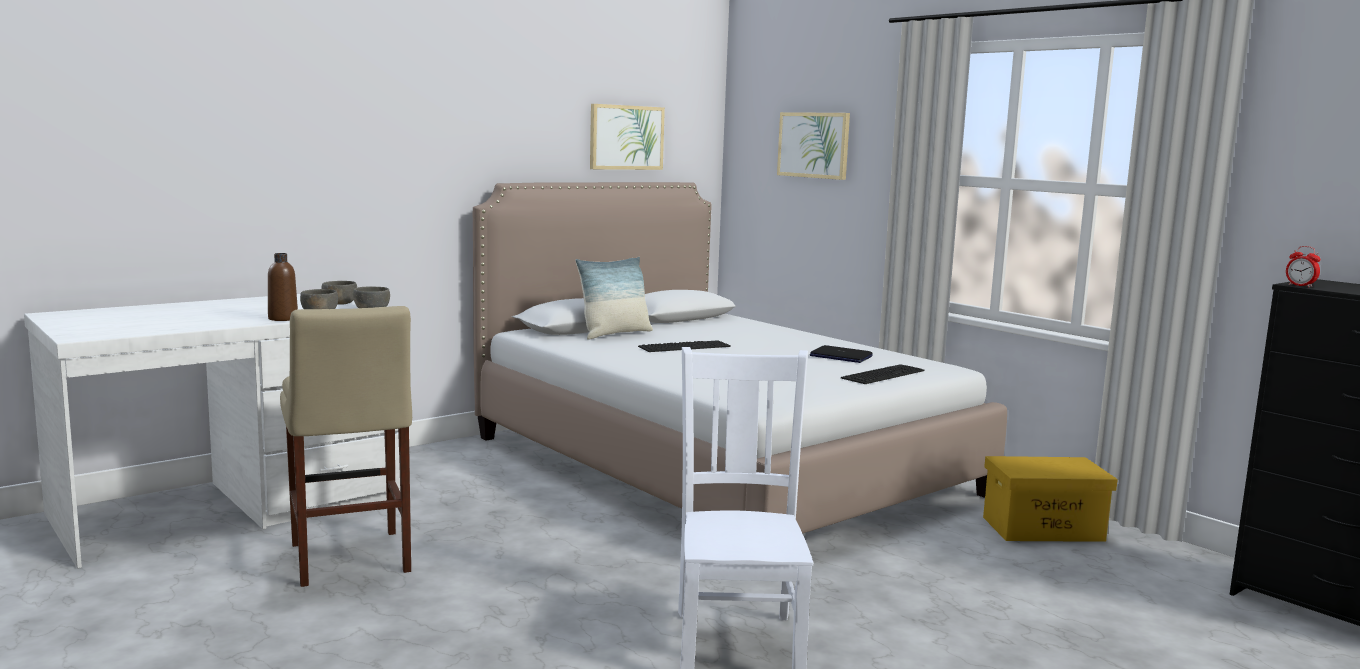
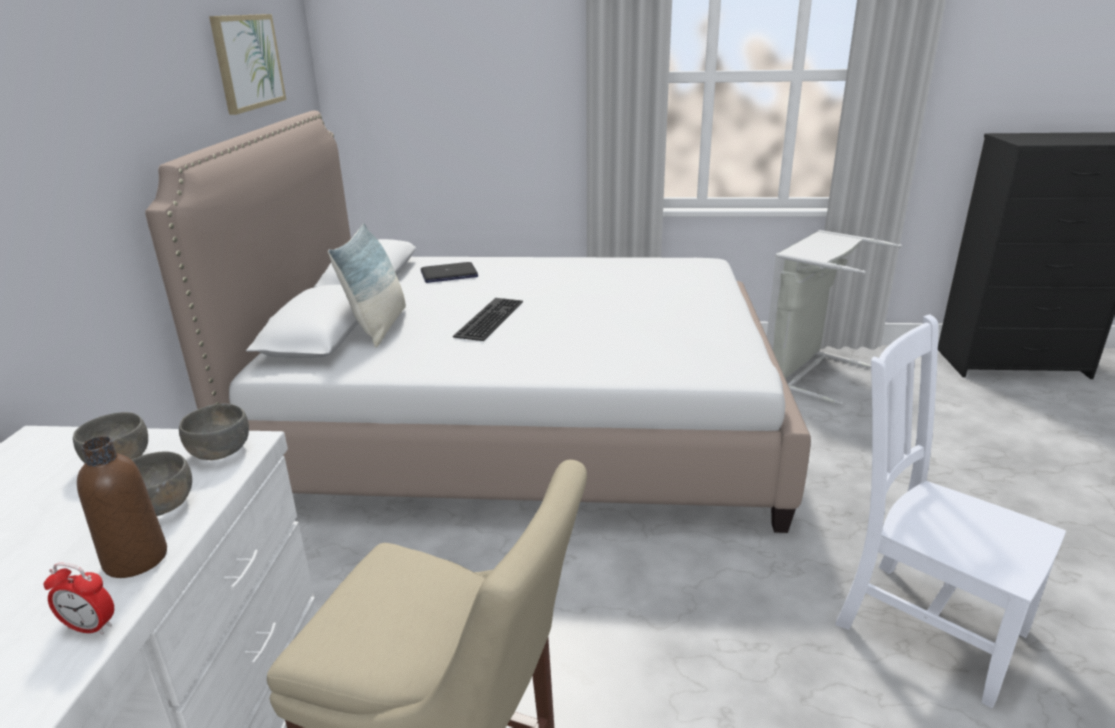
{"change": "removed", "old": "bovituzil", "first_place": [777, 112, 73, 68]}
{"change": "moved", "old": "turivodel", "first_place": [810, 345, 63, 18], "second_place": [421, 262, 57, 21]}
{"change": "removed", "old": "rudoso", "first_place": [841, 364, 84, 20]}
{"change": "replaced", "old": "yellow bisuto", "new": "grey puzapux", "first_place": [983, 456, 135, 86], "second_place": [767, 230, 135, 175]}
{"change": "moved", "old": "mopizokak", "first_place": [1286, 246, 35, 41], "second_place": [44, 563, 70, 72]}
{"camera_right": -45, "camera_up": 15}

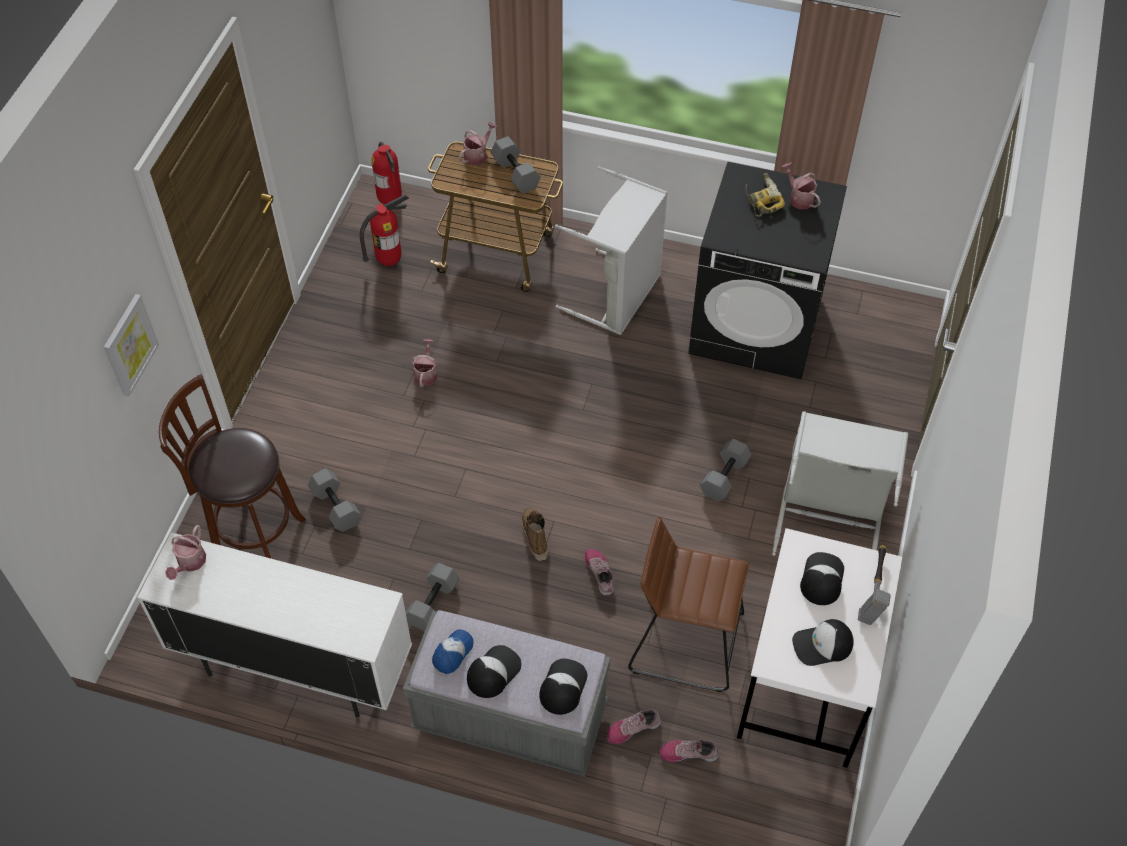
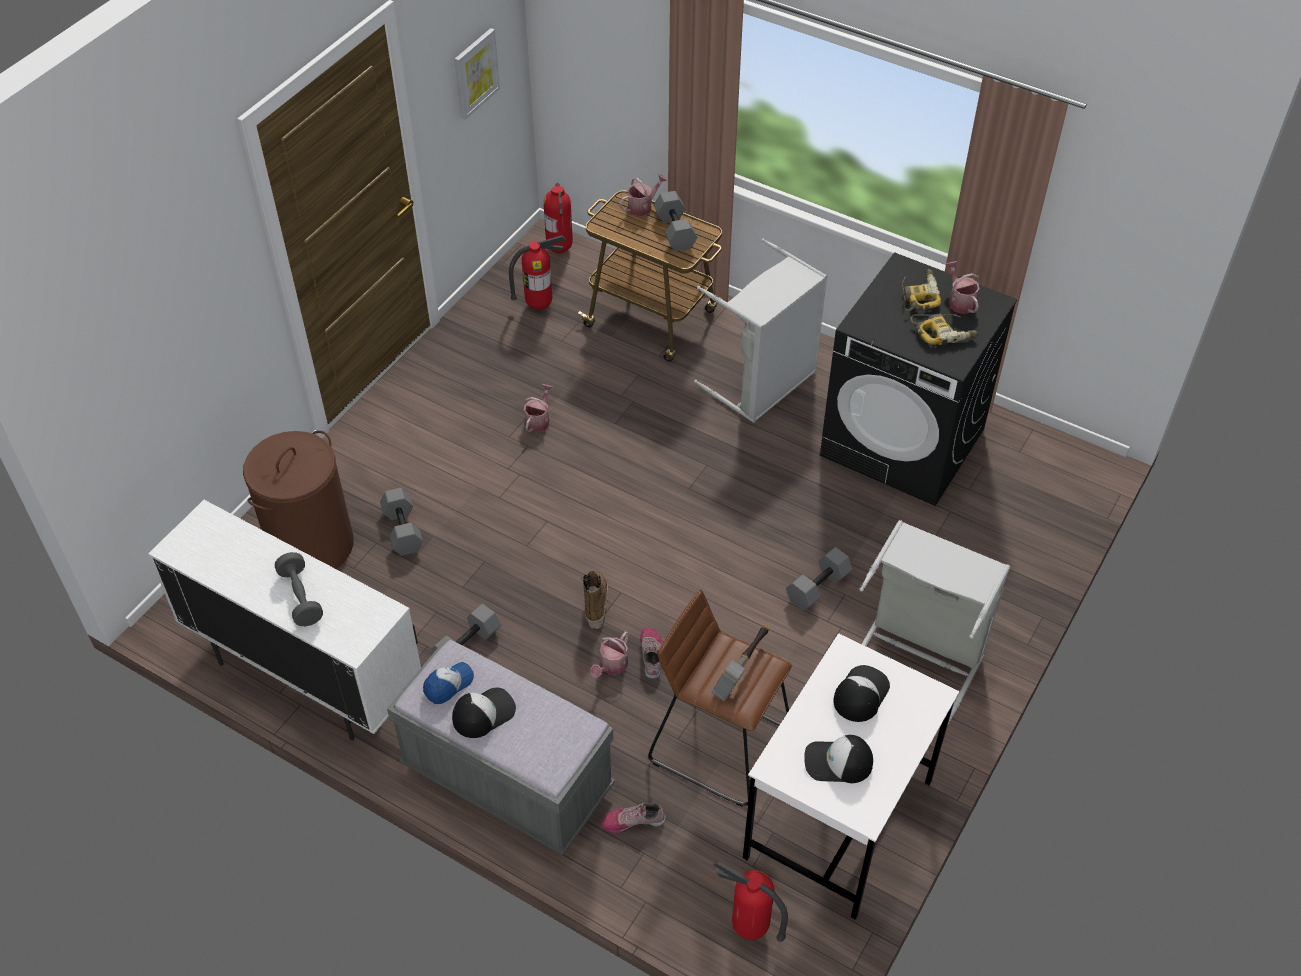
{"change": "moved", "old": "bovituzil", "first_place": [104, 294, 55, 103], "second_place": [455, 28, 45, 92]}
{"change": "replaced", "old": "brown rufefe", "new": "brown puzapux", "first_place": [159, 374, 147, 184], "second_place": [243, 430, 111, 139]}
{"change": "moved", "old": "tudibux", "first_place": [165, 525, 41, 55], "second_place": [590, 632, 39, 46]}
{"change": "removed", "old": "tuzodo", "first_place": [539, 658, 49, 57]}
{"change": "removed", "old": "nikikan", "first_place": [659, 739, 60, 23]}
{"change": "moved", "old": "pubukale", "first_place": [858, 545, 33, 80], "second_place": [711, 625, 58, 76]}
{"change": "added", "new": "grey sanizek", "second_place": [275, 552, 48, 74]}
{"change": "added", "new": "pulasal", "second_place": [713, 861, 75, 81]}
{"change": "added", "new": "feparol", "second_place": [910, 314, 68, 31]}
{"camera_right": 15, "camera_up": -5}

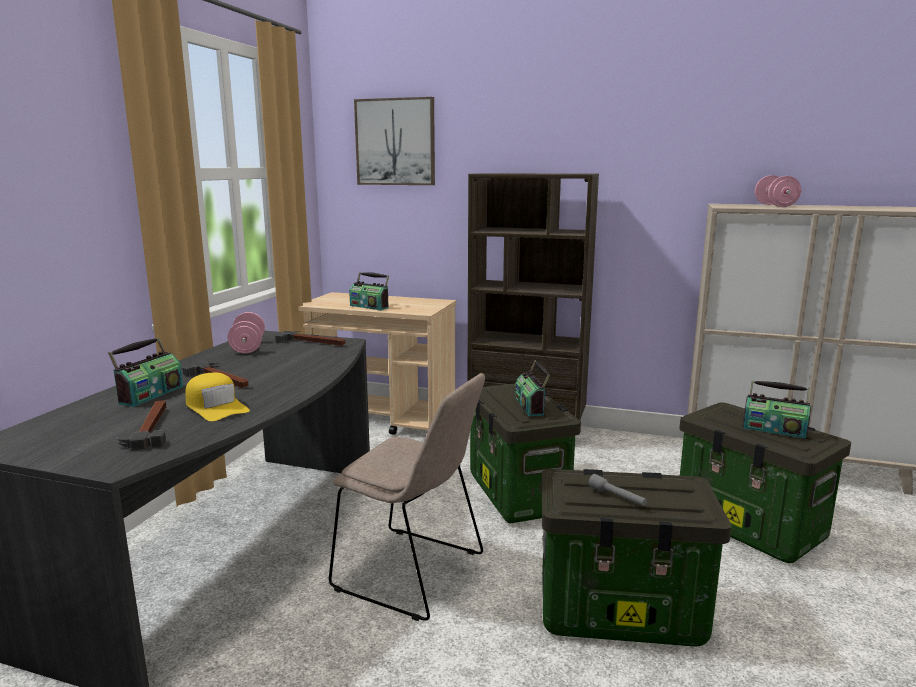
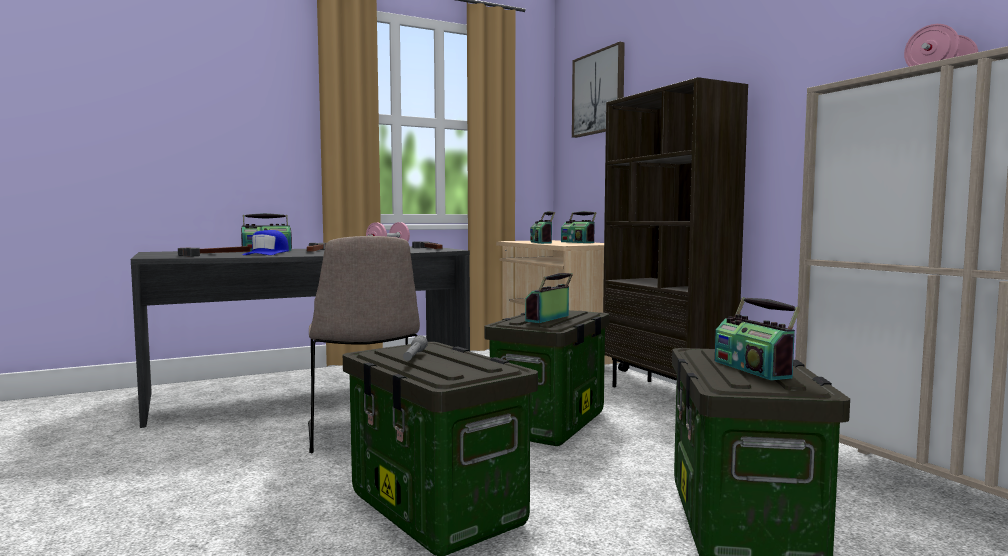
{"change": "recoloured", "old": "yellow tuzodo", "new": "blue tuzodo", "first_place": [185, 372, 65, 49], "second_place": [243, 230, 46, 25]}
{"change": "added", "new": "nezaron", "second_place": [561, 211, 36, 32]}
{"camera_right": 45, "camera_up": -10}

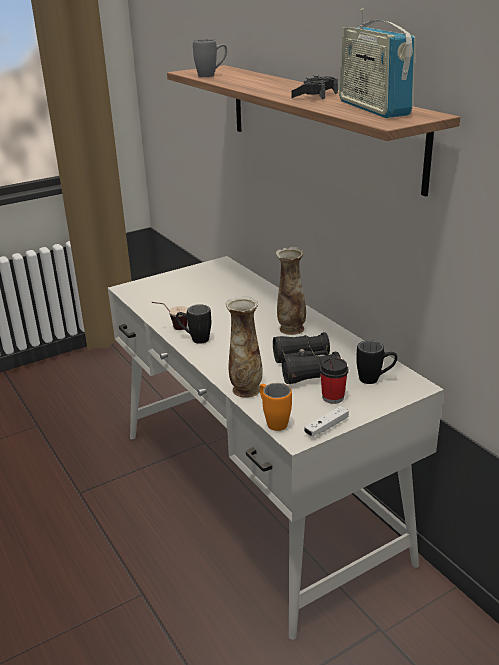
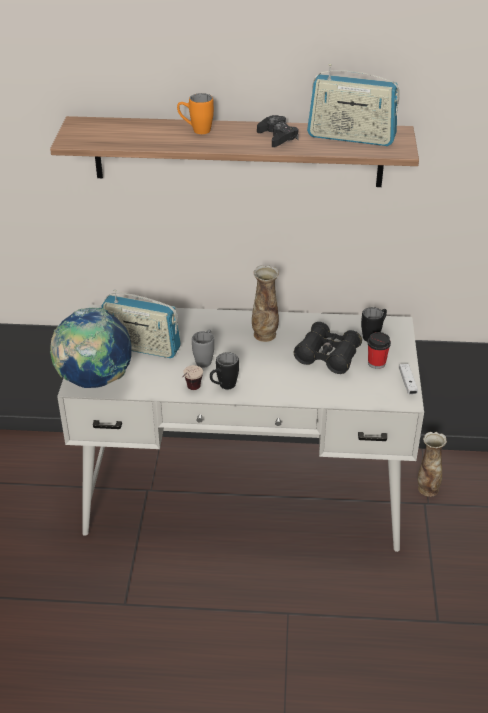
{"change": "moved", "old": "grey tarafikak", "first_place": [193, 39, 34, 38], "second_place": [192, 330, 22, 37]}
{"change": "moved", "old": "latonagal", "first_place": [225, 297, 38, 101], "second_place": [418, 432, 29, 65]}
{"change": "moved", "old": "orange tarafikak", "first_place": [260, 383, 32, 48], "second_place": [177, 93, 37, 41]}
{"change": "added", "new": "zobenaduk", "second_place": [50, 308, 82, 80]}
{"change": "added", "new": "nezaron", "second_place": [102, 290, 79, 68]}
{"camera_right": -55, "camera_up": 10}

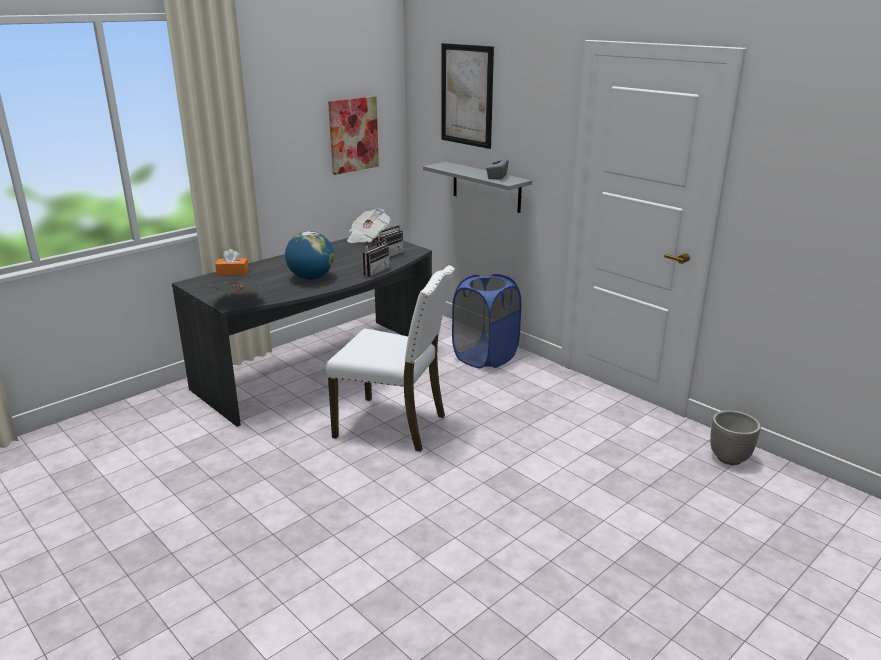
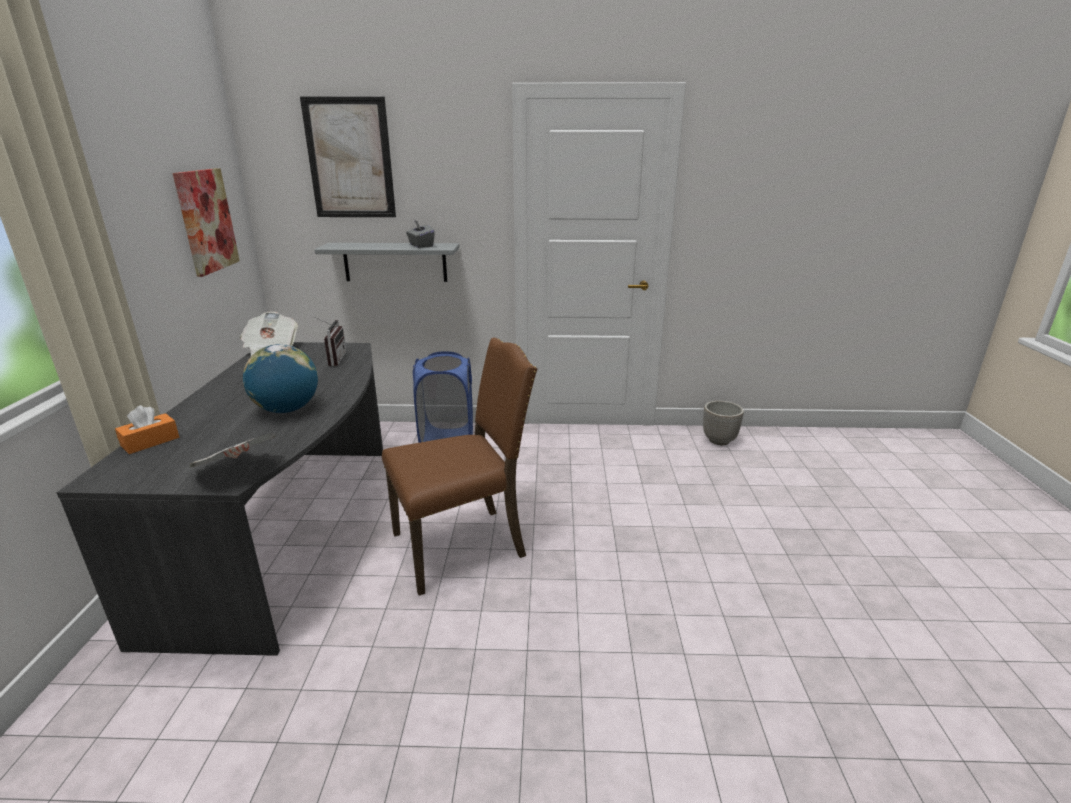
{"change": "recoloured", "old": "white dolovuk", "new": "brown dolovuk", "first_place": [326, 265, 129, 187], "second_place": [382, 338, 156, 257]}
{"change": "removed", "old": "nezaron", "first_place": [363, 234, 27, 43]}
{"camera_right": -45, "camera_up": 0}

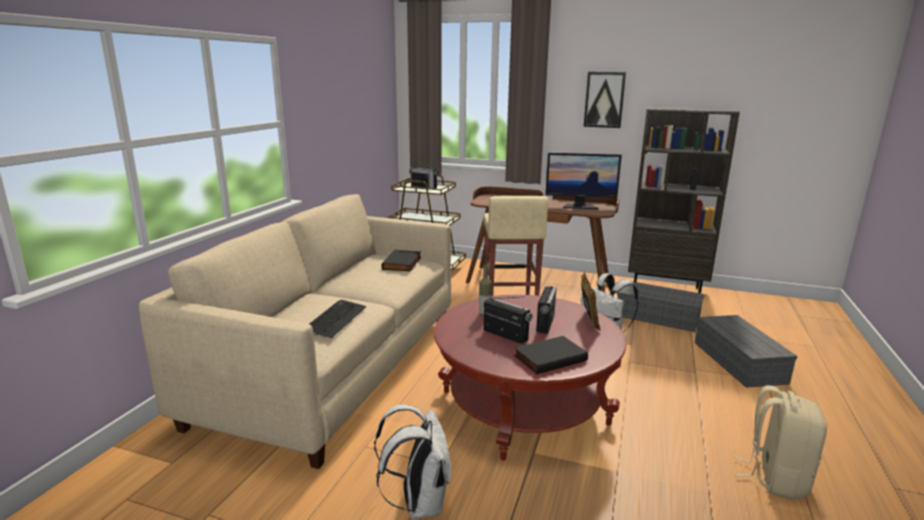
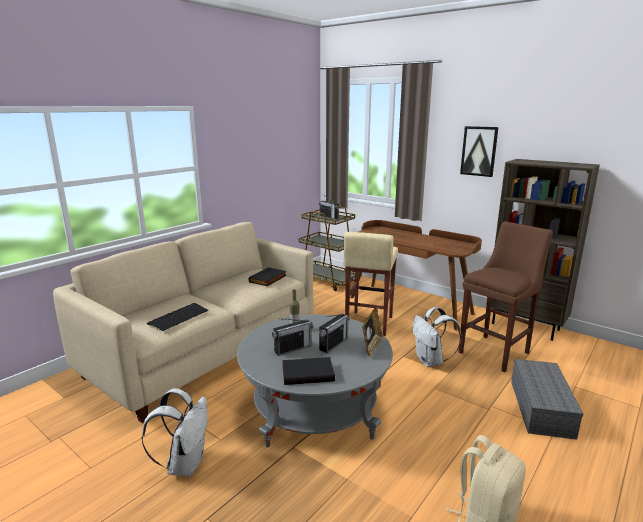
{"change": "recoloured", "old": "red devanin", "new": "grey devanin", "first_place": [434, 295, 192, 166], "second_place": [237, 315, 156, 133]}
{"change": "turned", "old": "nezaron", "first_place": [483, 296, 49, 48], "second_place": [272, 318, 41, 38], "degrees": 90}
{"change": "removed", "old": "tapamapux", "first_place": [545, 153, 77, 56]}
{"change": "replaced", "old": "grey bisuto", "new": "brown rufefe", "first_place": [617, 281, 87, 51], "second_place": [458, 221, 95, 151]}
{"camera_right": 20, "camera_up": 0}

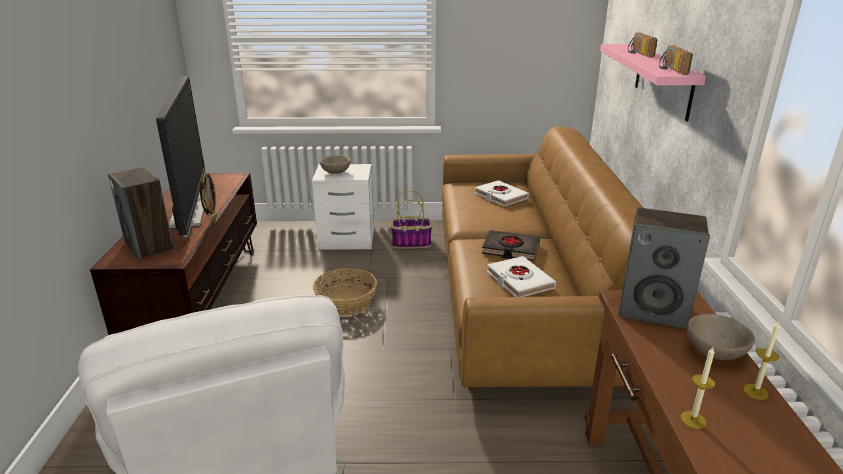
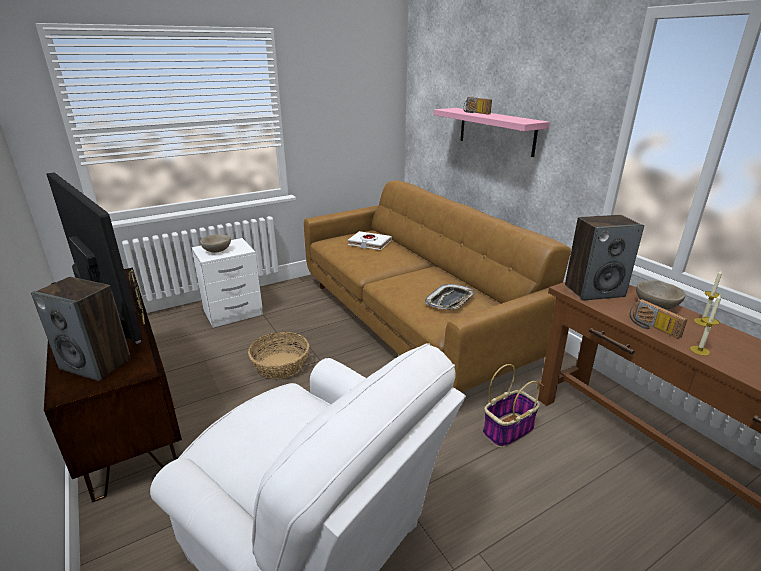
{"change": "moved", "old": "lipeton", "first_place": [391, 191, 41, 58], "second_place": [483, 364, 57, 84]}
{"change": "removed", "old": "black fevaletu", "first_place": [482, 230, 58, 31]}
{"change": "replaced", "old": "white fevaletu", "new": "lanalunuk", "first_place": [487, 256, 69, 41], "second_place": [425, 284, 50, 25]}
{"change": "moved", "old": "nezaron", "first_place": [659, 45, 34, 30], "second_place": [630, 299, 57, 40]}
{"camera_right": -30, "camera_up": 0}

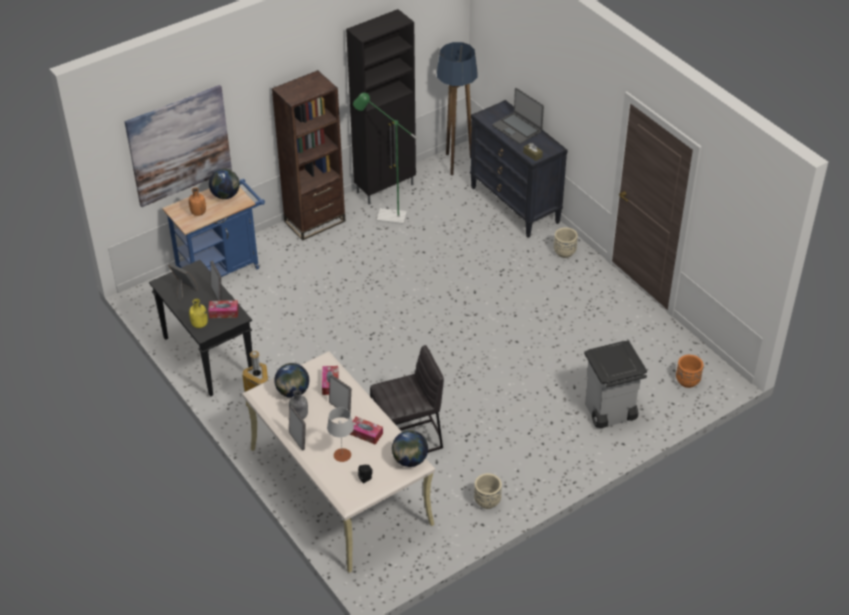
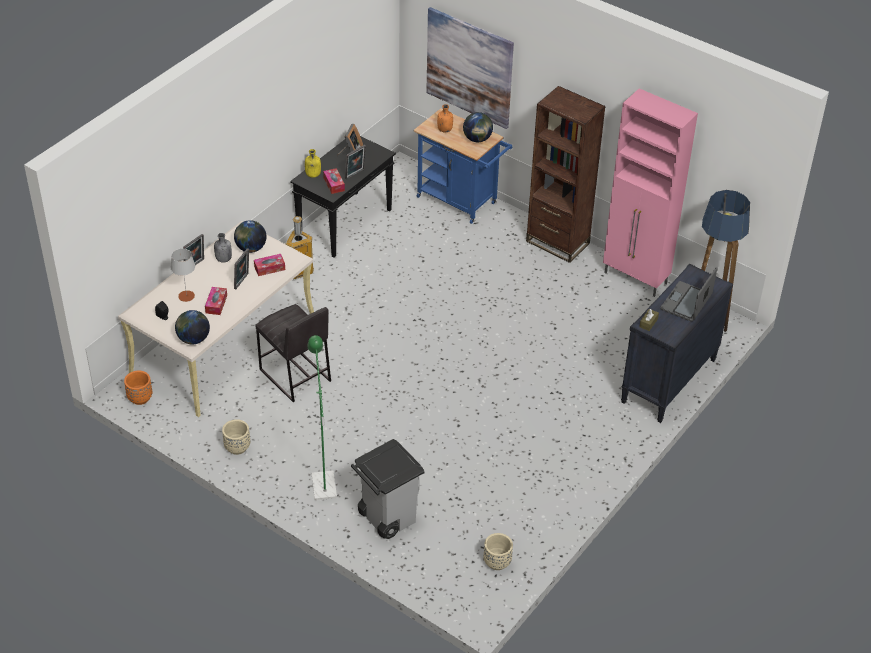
{"change": "recoloured", "old": "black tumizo", "new": "pink tumizo", "first_place": [346, 9, 70, 195], "second_place": [603, 88, 95, 209]}
{"change": "moved", "old": "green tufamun", "first_place": [353, 93, 64, 132], "second_place": [307, 335, 30, 165]}
{"change": "moved", "old": "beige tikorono", "first_place": [554, 227, 24, 31], "second_place": [484, 533, 29, 37]}
{"change": "moved", "old": "orange tikorono", "first_place": [676, 355, 27, 33], "second_place": [124, 371, 28, 34]}
{"camera_right": 70, "camera_up": 0}

